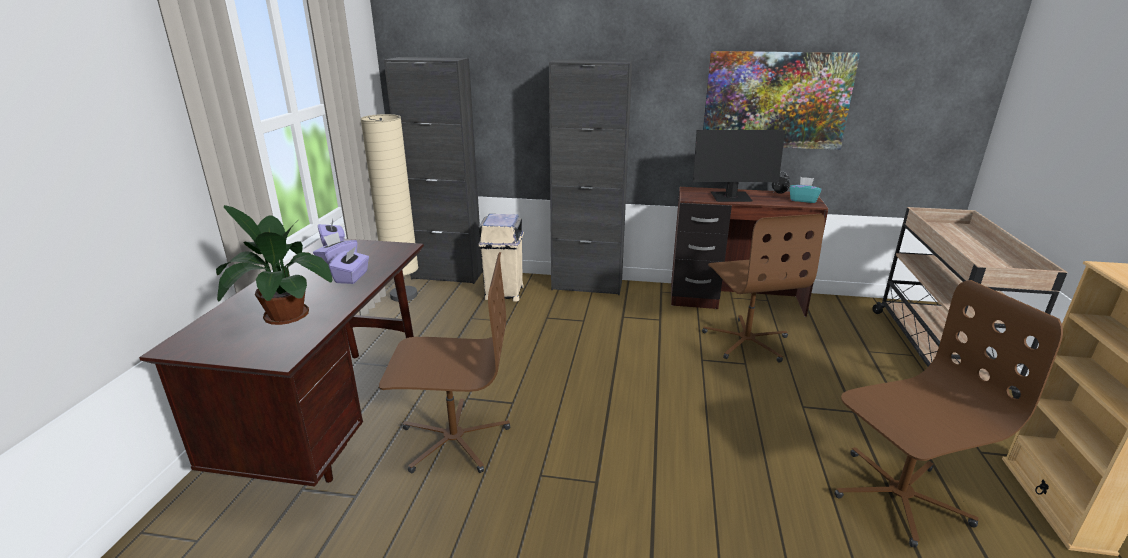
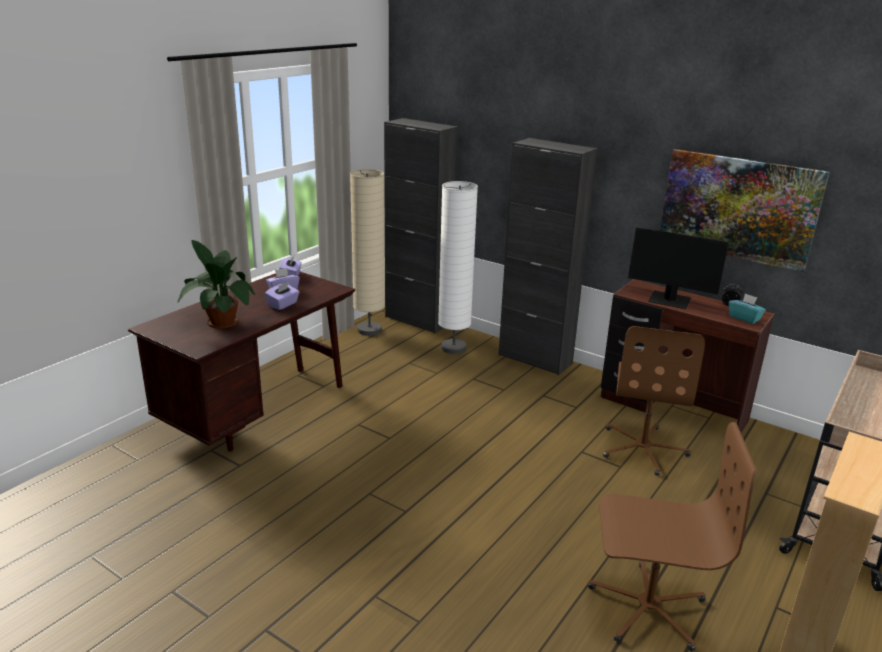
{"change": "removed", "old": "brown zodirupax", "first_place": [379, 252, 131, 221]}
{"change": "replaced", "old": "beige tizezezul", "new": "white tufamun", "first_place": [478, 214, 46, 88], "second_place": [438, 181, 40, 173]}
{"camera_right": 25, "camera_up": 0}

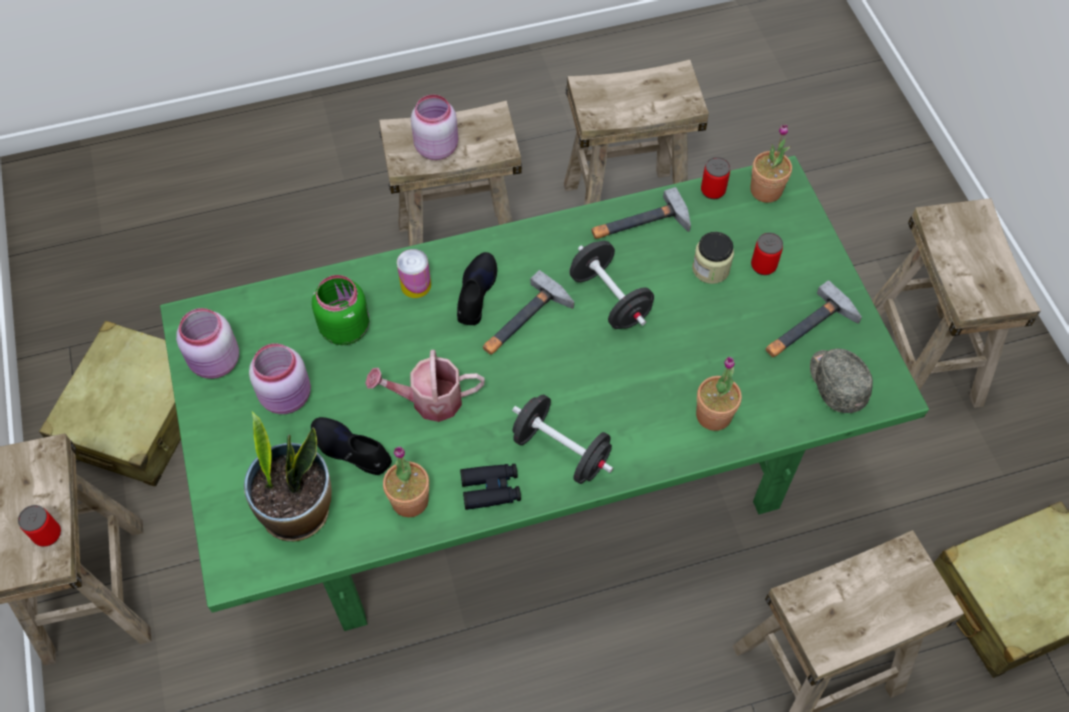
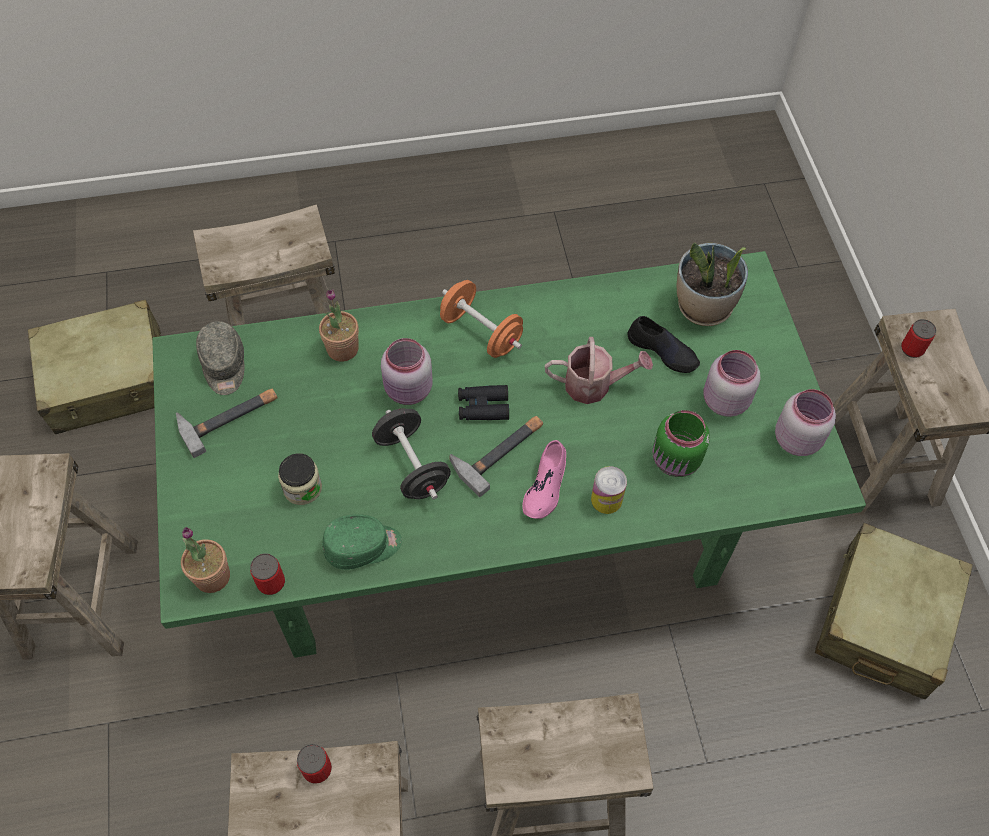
{"change": "removed", "old": "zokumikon", "first_place": [383, 446, 46, 71]}
{"change": "moved", "old": "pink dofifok", "first_place": [411, 95, 47, 65], "second_place": [381, 338, 51, 67]}
{"change": "recoloured", "old": "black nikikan", "new": "pink nikikan", "first_place": [457, 252, 40, 73], "second_place": [522, 440, 44, 79]}
{"change": "moved", "old": "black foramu", "first_place": [460, 464, 61, 46], "second_place": [458, 385, 51, 35]}
{"change": "recoloured", "old": "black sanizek", "new": "orange sanizek", "first_place": [512, 394, 101, 90], "second_place": [440, 280, 83, 78]}
{"change": "replaced", "old": "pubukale", "new": "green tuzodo", "first_place": [591, 187, 100, 52], "second_place": [322, 514, 80, 56]}
{"change": "moved", "old": "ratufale", "first_place": [751, 233, 32, 42], "second_place": [297, 744, 35, 40]}
{"camera_right": -175, "camera_up": 0}

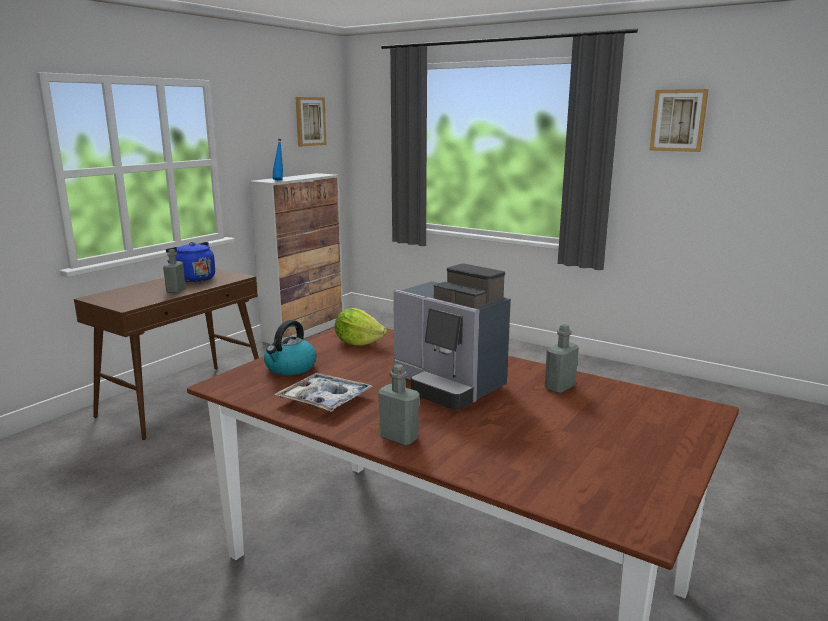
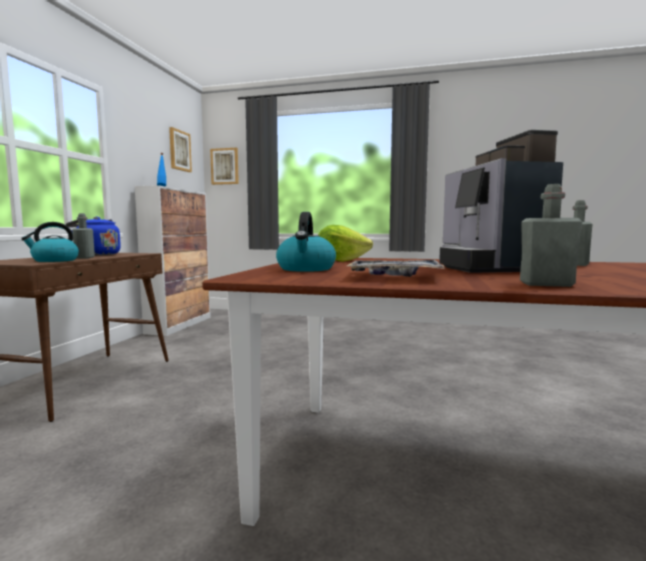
{"change": "turned", "old": "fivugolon", "first_place": [393, 263, 118, 147], "second_place": [439, 130, 124, 143], "degrees": 60}
{"change": "moved", "old": "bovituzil", "first_place": [650, 89, 59, 63], "second_place": [210, 148, 29, 37]}
{"change": "added", "new": "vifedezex", "second_place": [21, 222, 58, 40]}
{"camera_right": -20, "camera_up": -10}

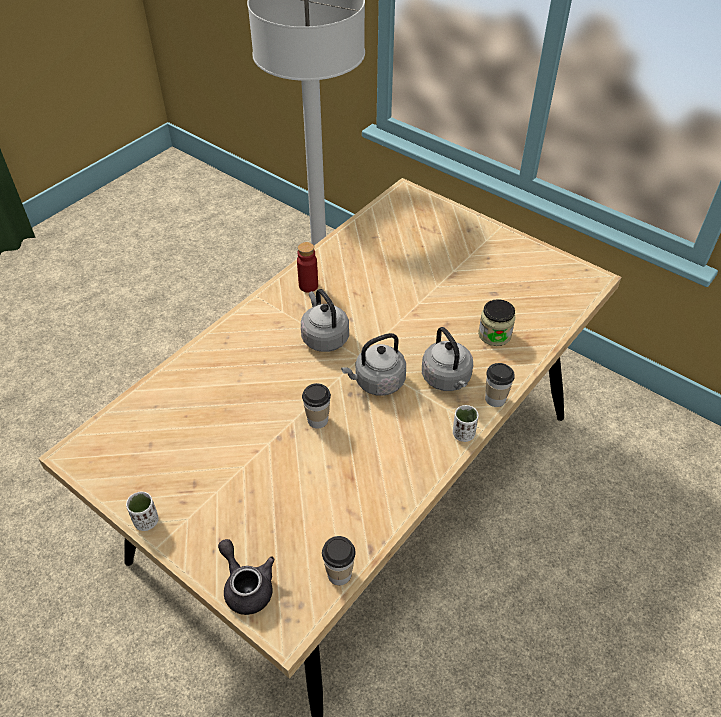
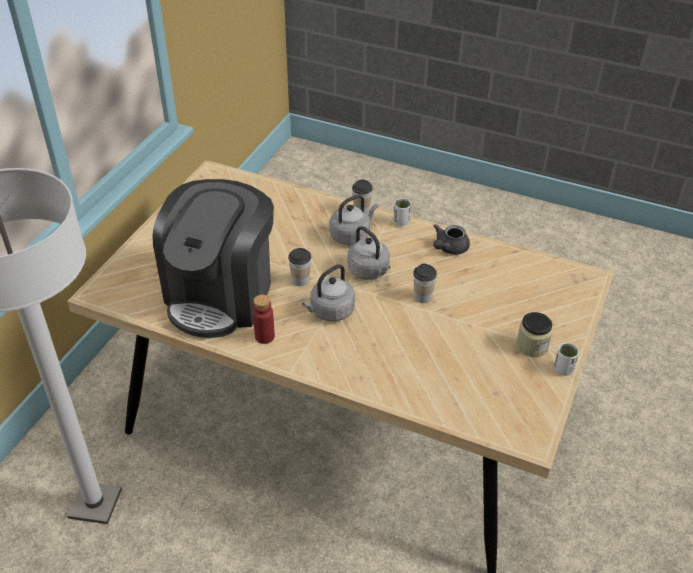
{"change": "moved", "old": "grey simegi", "first_place": [218, 539, 57, 76], "second_place": [433, 224, 37, 31]}
{"change": "moved", "old": "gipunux", "first_place": [322, 536, 33, 49], "second_place": [288, 248, 23, 38]}
{"change": "moved", "old": "dofifok", "first_place": [478, 299, 37, 47], "second_place": [516, 312, 37, 45]}
{"change": "added", "new": "fivugolon", "second_place": [152, 179, 122, 159]}
{"camera_right": -105, "camera_up": -5}

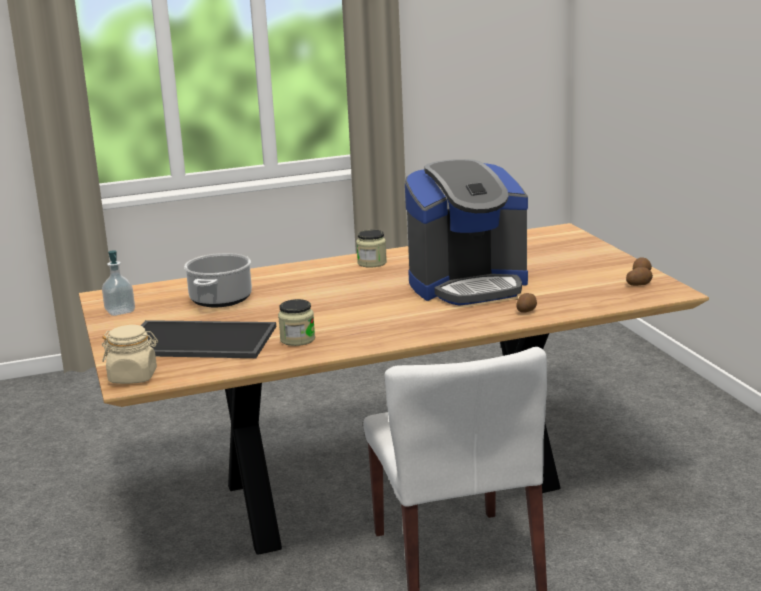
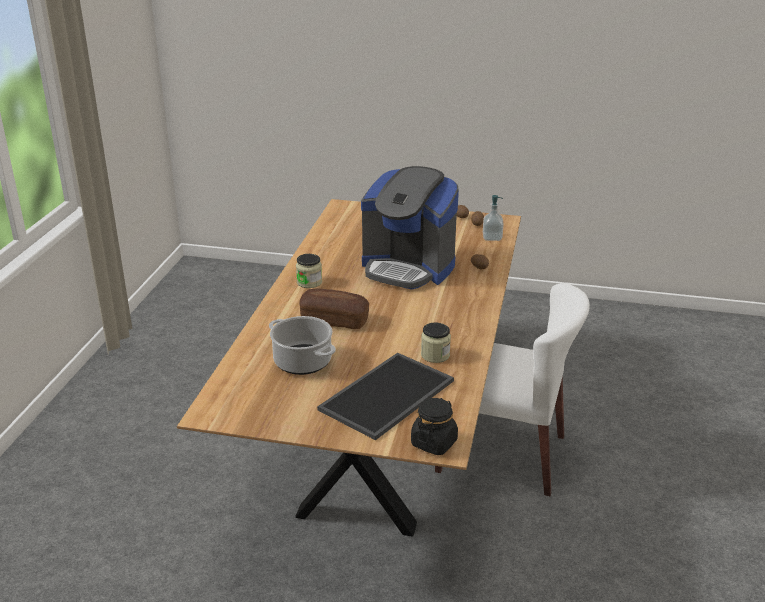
{"change": "moved", "old": "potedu", "first_place": [102, 250, 33, 66], "second_place": [483, 195, 21, 46]}
{"change": "recoloured", "old": "beige dofifok", "new": "black dofifok", "first_place": [102, 325, 56, 59], "second_place": [411, 398, 47, 57]}
{"change": "turned", "old": "fivugolon", "first_place": [405, 159, 123, 147], "second_place": [361, 166, 98, 123], "degrees": 105}
{"change": "added", "new": "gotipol", "second_place": [299, 289, 70, 40]}
{"camera_right": -60, "camera_up": 10}

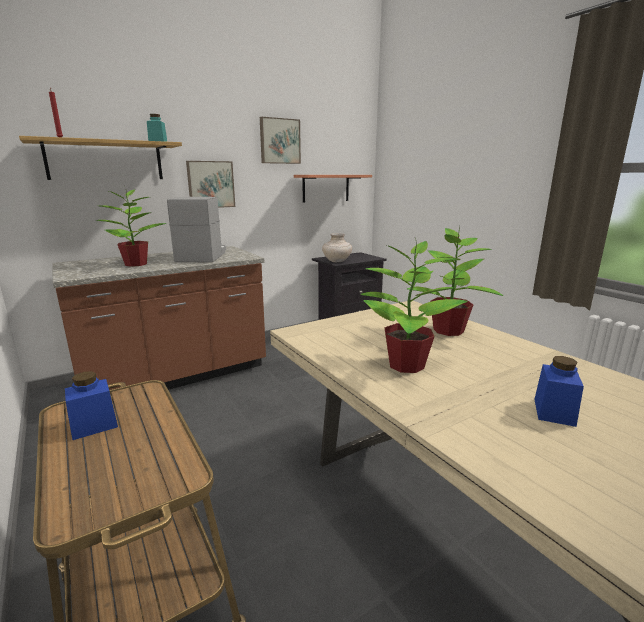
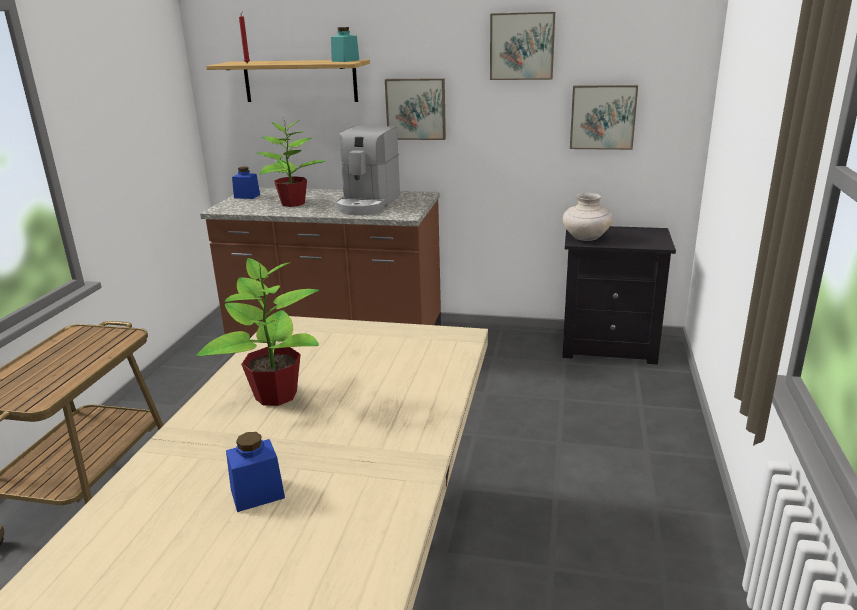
{"change": "moved", "old": "blue dofifok", "first_place": [65, 371, 53, 69], "second_place": [232, 166, 28, 33]}
{"change": "turned", "old": "fivugolon", "first_place": [167, 197, 59, 65], "second_place": [335, 126, 65, 89], "degrees": 150}
{"change": "replaced", "old": "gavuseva", "new": "bovituzil", "first_place": [294, 175, 78, 28], "second_place": [570, 85, 68, 65]}
{"change": "removed", "old": "zokumikon", "first_place": [407, 225, 96, 111]}
{"camera_right": 45, "camera_up": 5}

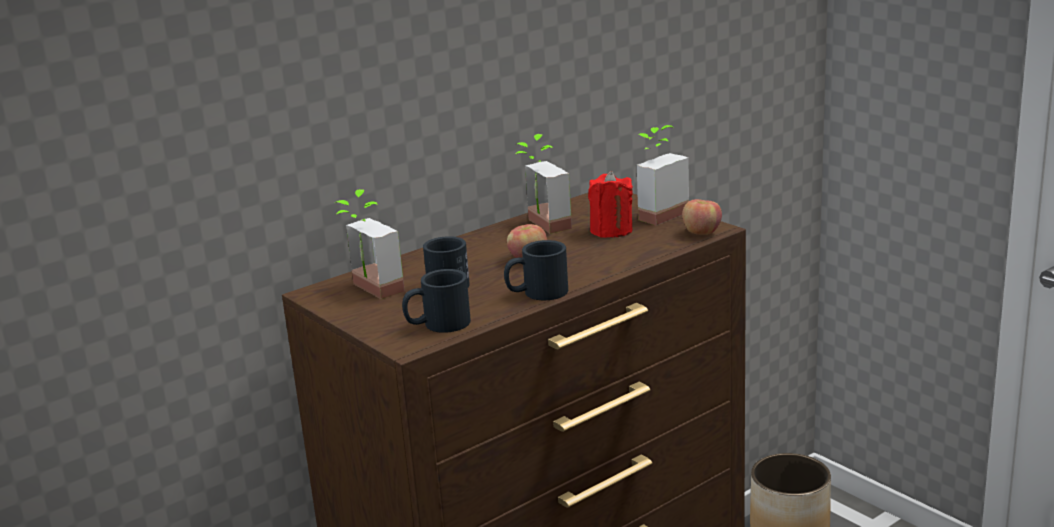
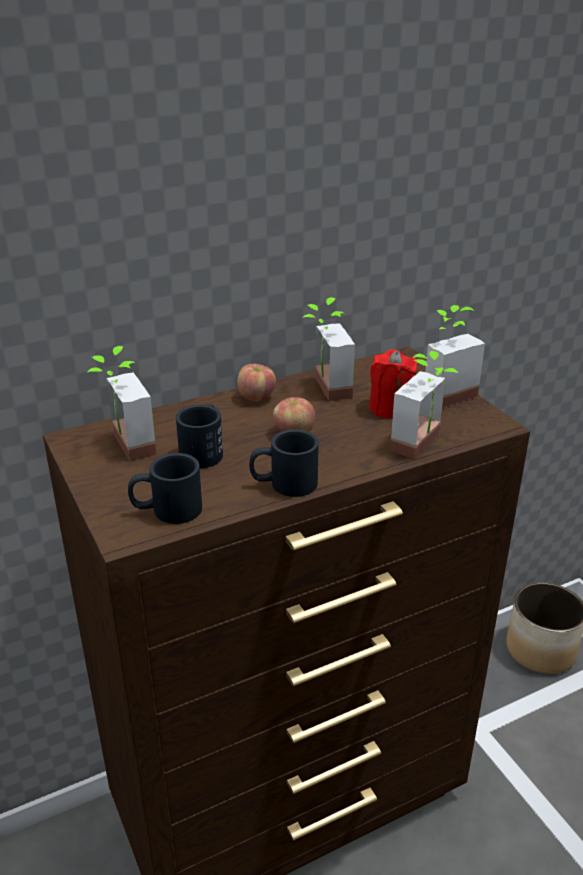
{"change": "moved", "old": "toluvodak", "first_place": [682, 199, 40, 36], "second_place": [237, 364, 39, 37]}
{"change": "added", "new": "zokumikon", "second_place": [390, 351, 68, 108]}
{"camera_right": 10, "camera_up": 10}

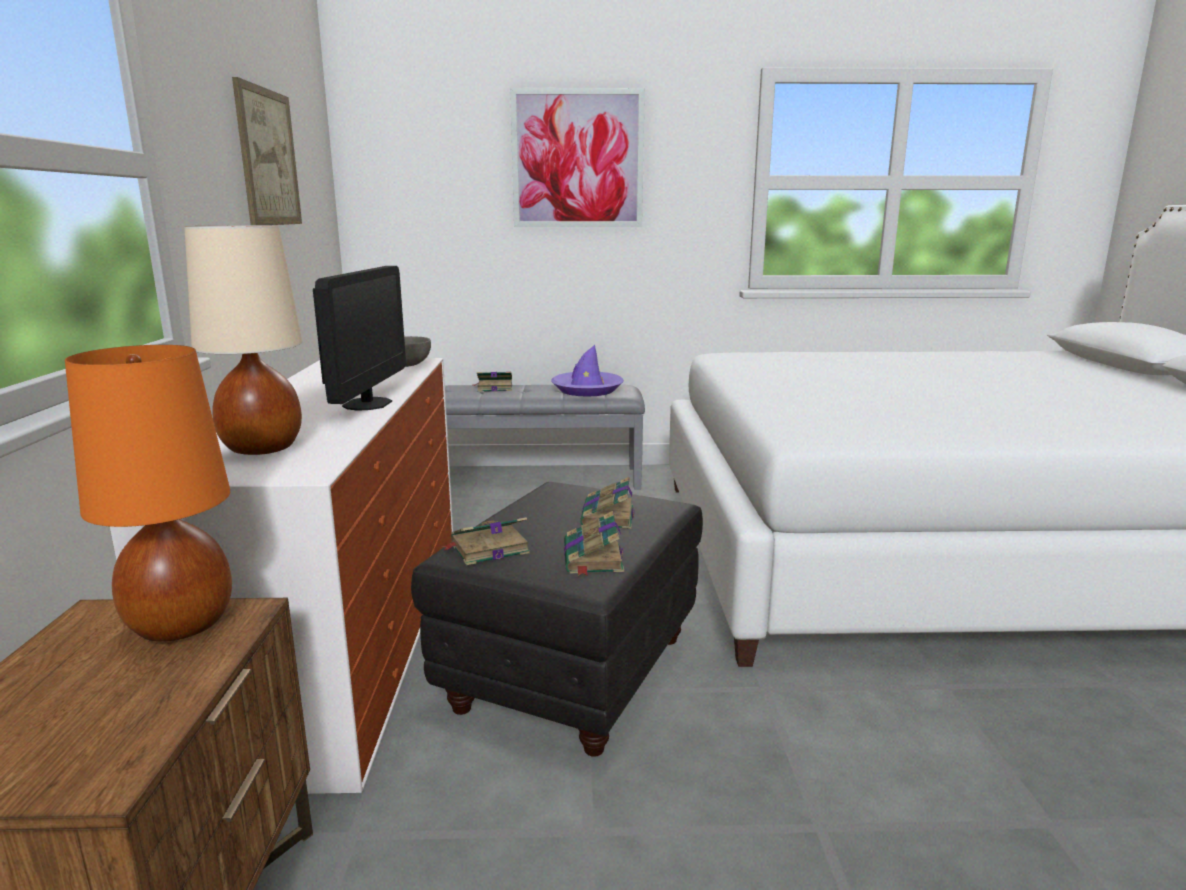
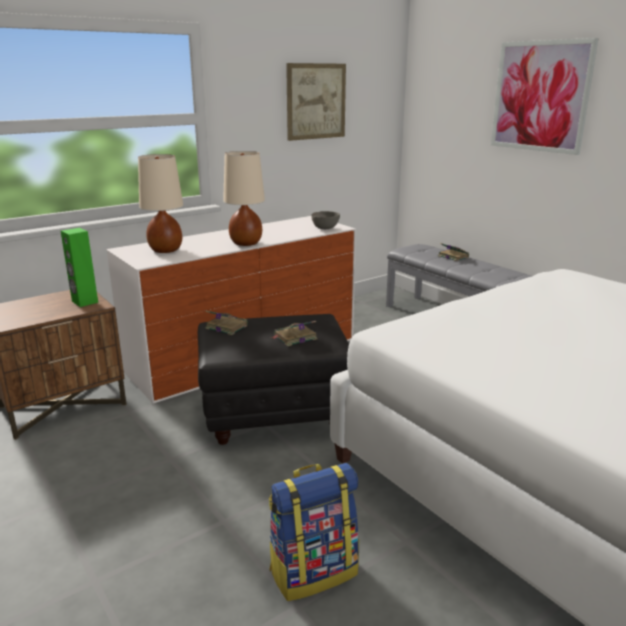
{"change": "replaced", "old": "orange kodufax", "new": "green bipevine", "first_place": [65, 345, 167, 297], "second_place": [61, 228, 37, 79]}
{"change": "replaced", "old": "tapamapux", "new": "beige kodufax", "first_place": [313, 266, 93, 145], "second_place": [223, 151, 42, 95]}
{"change": "removed", "old": "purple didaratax", "first_place": [551, 345, 73, 52]}
{"change": "removed", "old": "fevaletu", "first_place": [564, 511, 60, 65]}
{"change": "added", "new": "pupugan", "second_place": [269, 463, 90, 138]}
{"camera_right": 55, "camera_up": 5}

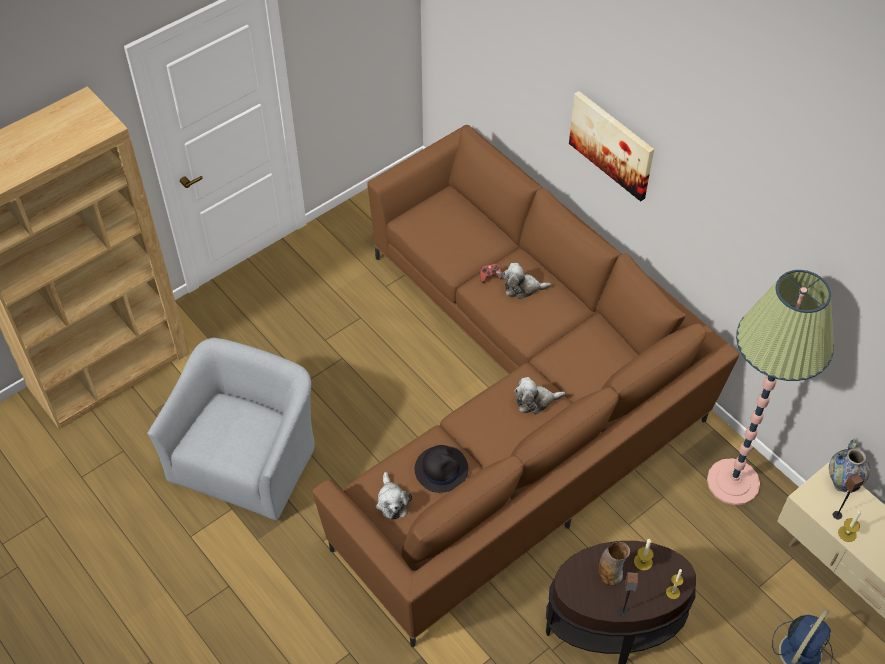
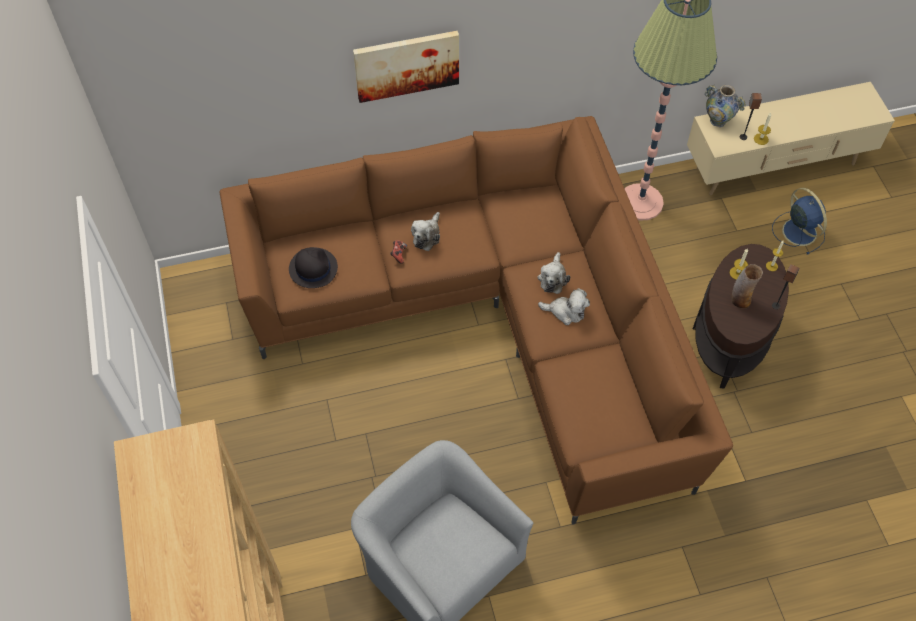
{"change": "moved", "old": "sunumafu", "first_place": [376, 472, 36, 48], "second_place": [538, 288, 52, 37]}
{"change": "moved", "old": "black didaratax", "first_place": [415, 445, 53, 48], "second_place": [289, 247, 49, 41]}
{"camera_right": -65, "camera_up": 5}

